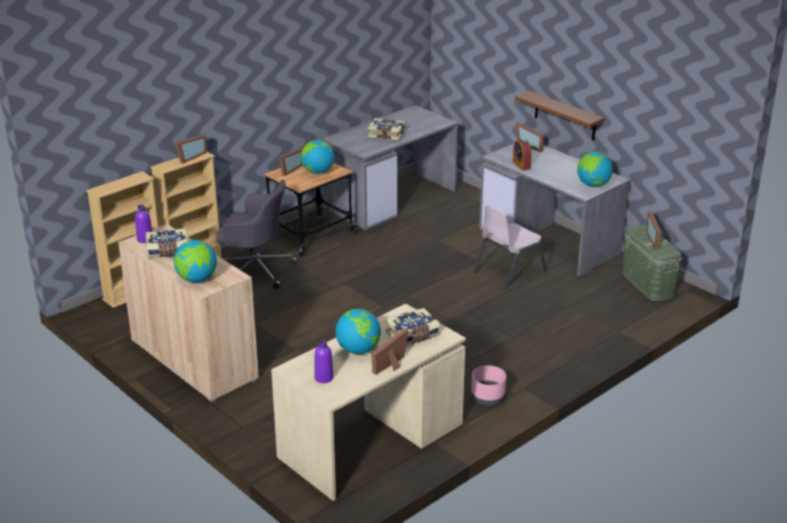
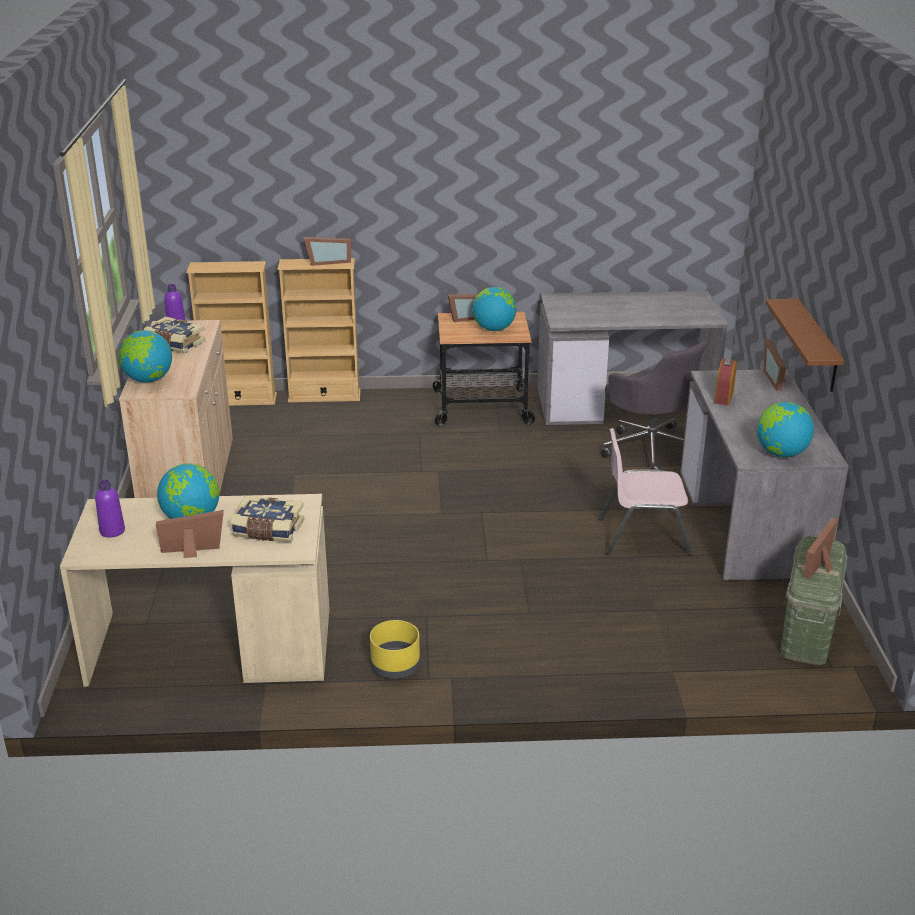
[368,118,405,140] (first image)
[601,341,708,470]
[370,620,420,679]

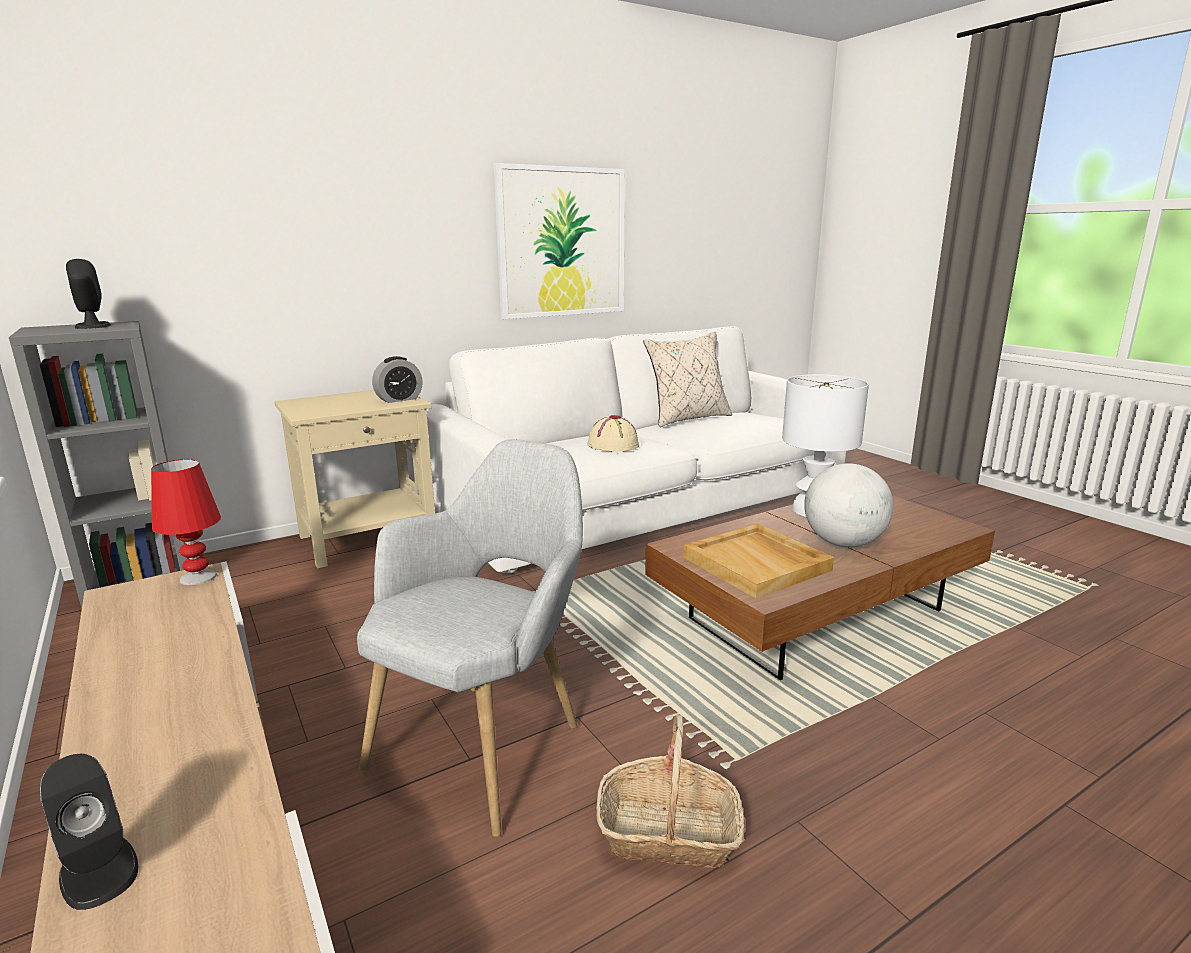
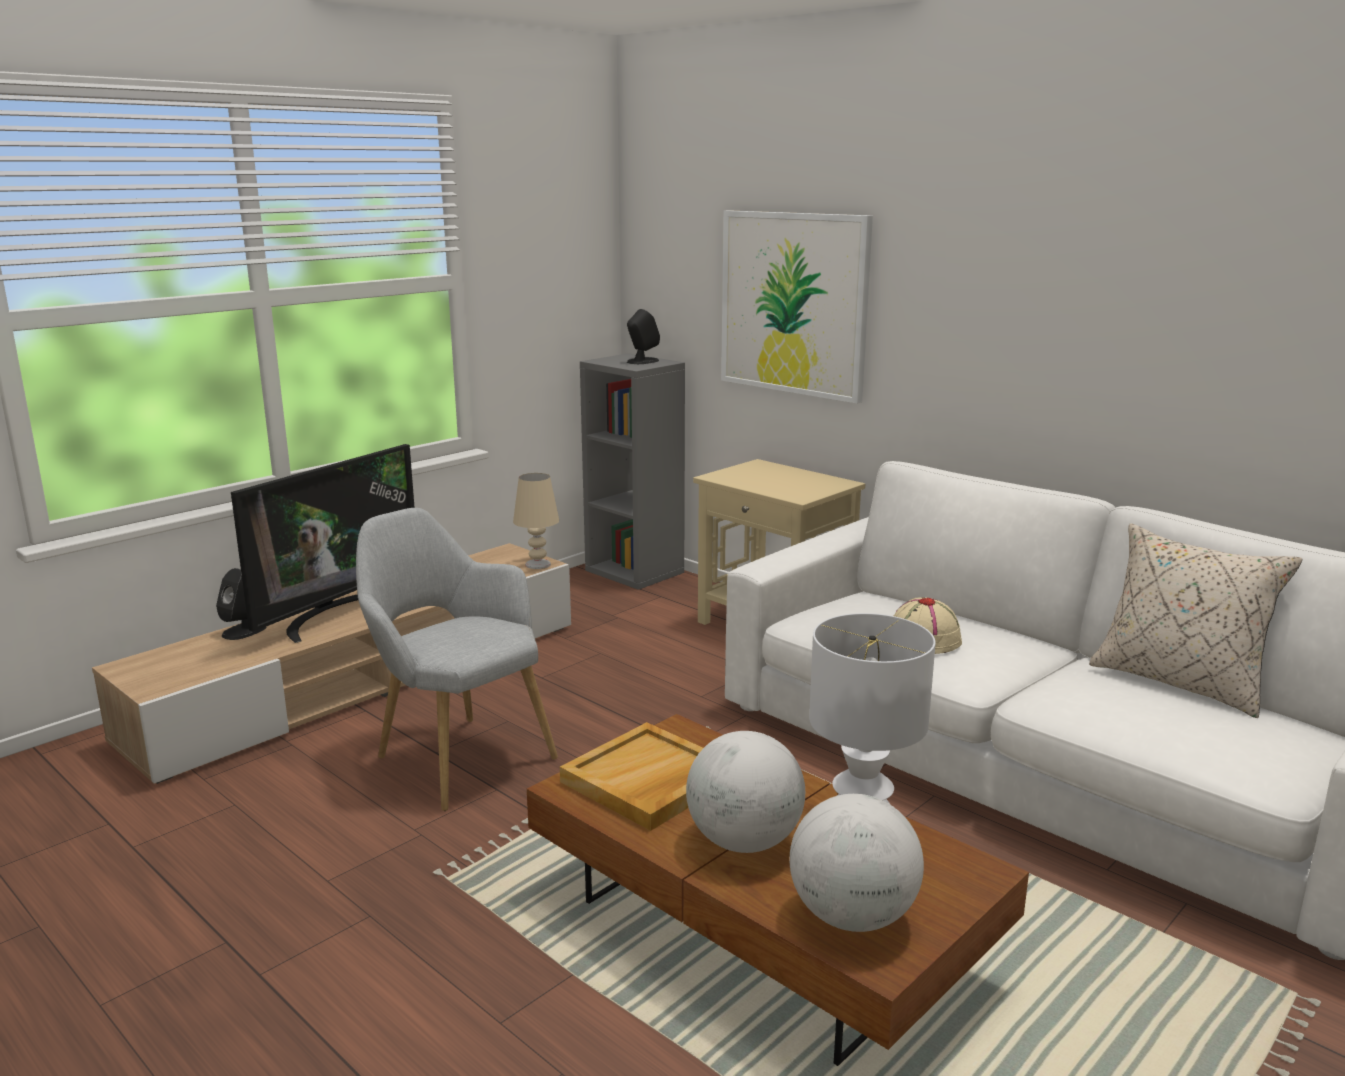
[372,356,423,403] (first image)
[597,714,745,868] (first image)
[231,444,415,643]
[789,794,924,932]
[721,210,873,404]
[513,473,559,569]
[356,508,558,811]

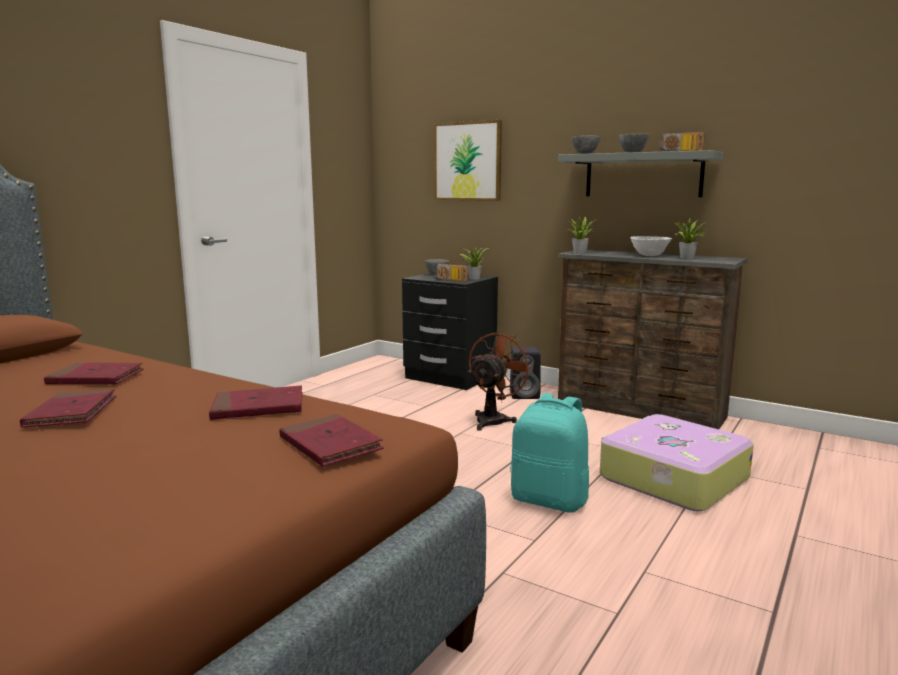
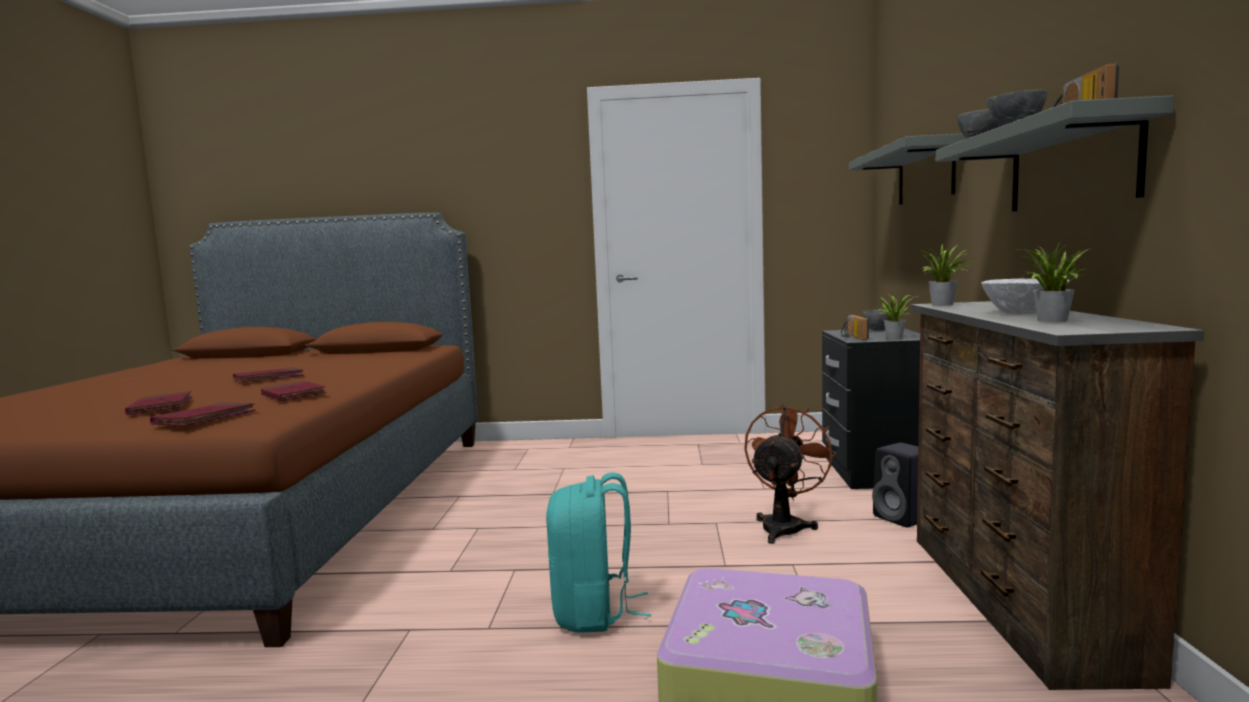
[125,391,192,415]
[849,134,965,205]
[744,404,836,544]

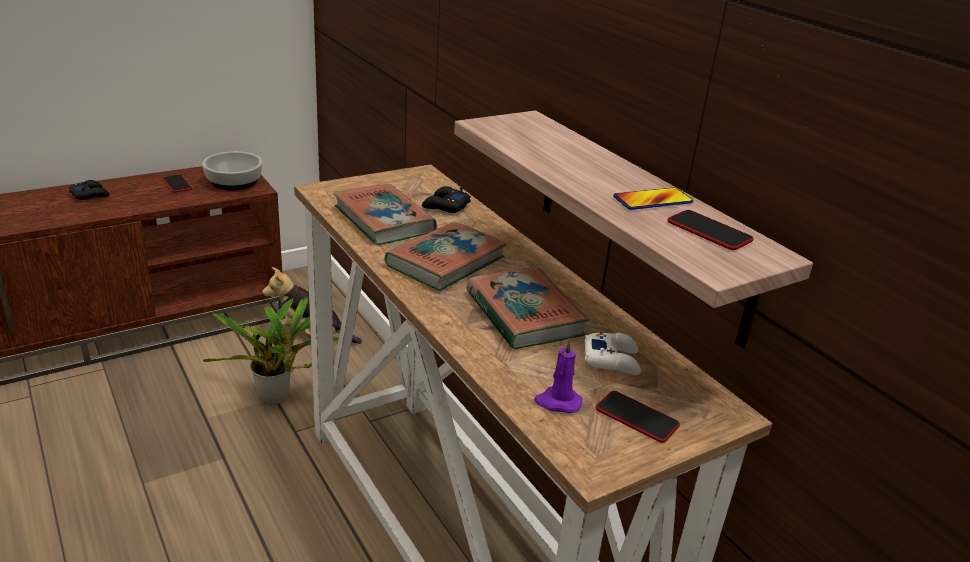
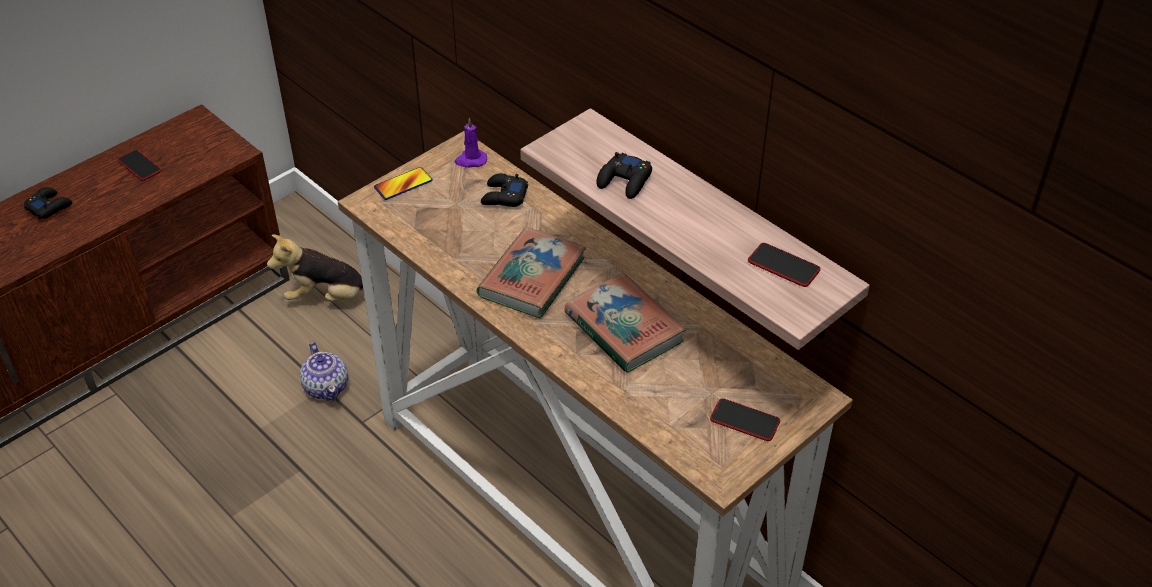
[202,152,263,191] (first image)
[333,184,437,245] (first image)
[585,332,641,375] (first image)
[596,152,652,199]
[455,118,487,168]
[374,167,433,200]
[300,342,348,401]

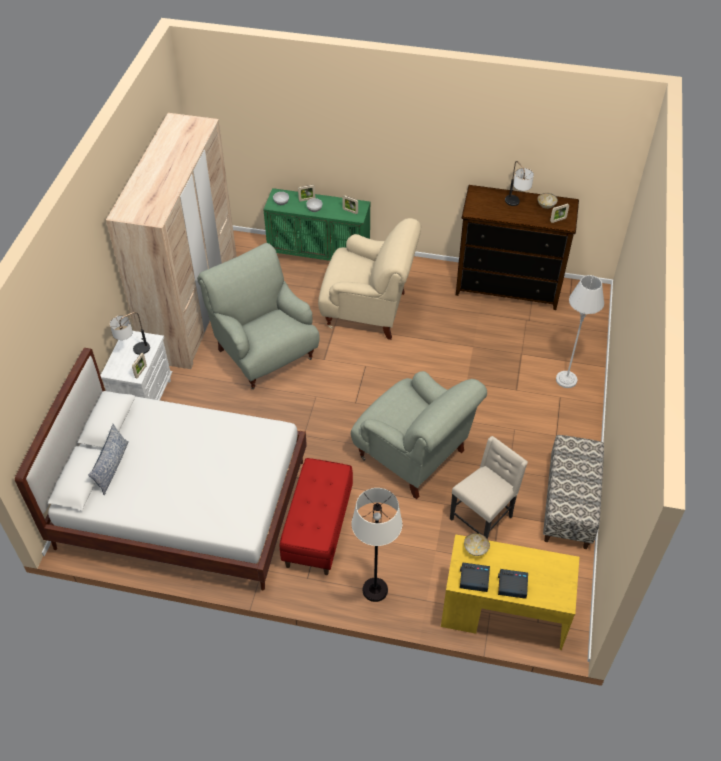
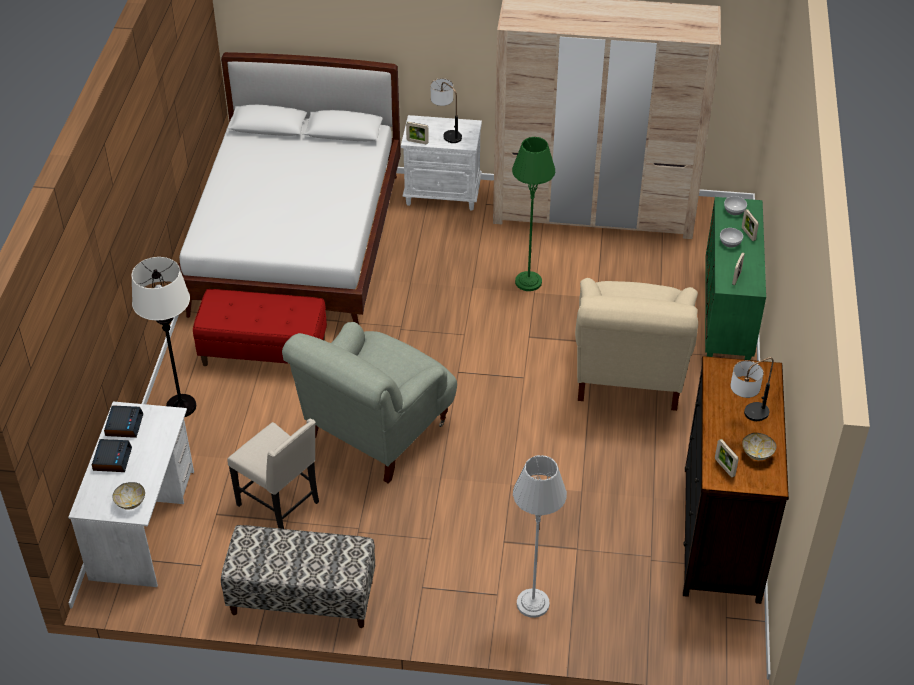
[88,424,129,495] (first image)
[112,482,145,509]
[512,137,556,291]
[68,401,194,587]

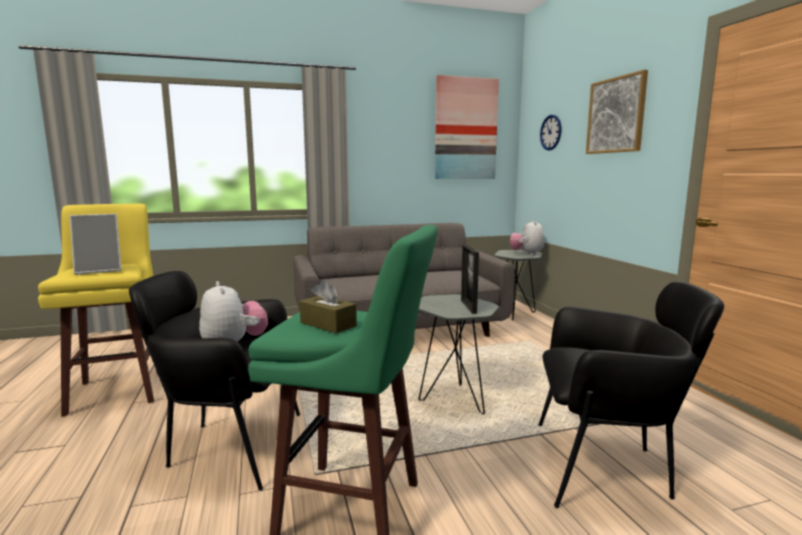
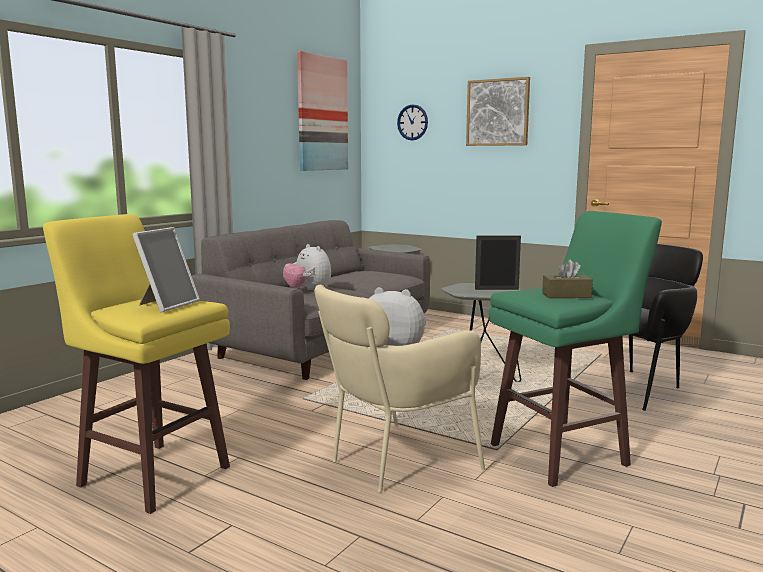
[283,244,331,291]
[314,285,486,493]
[475,235,521,290]

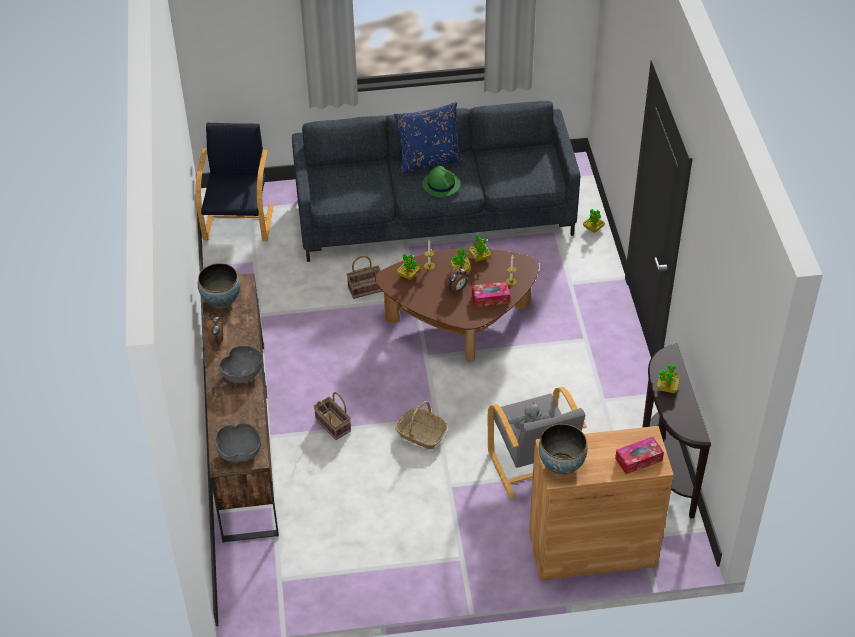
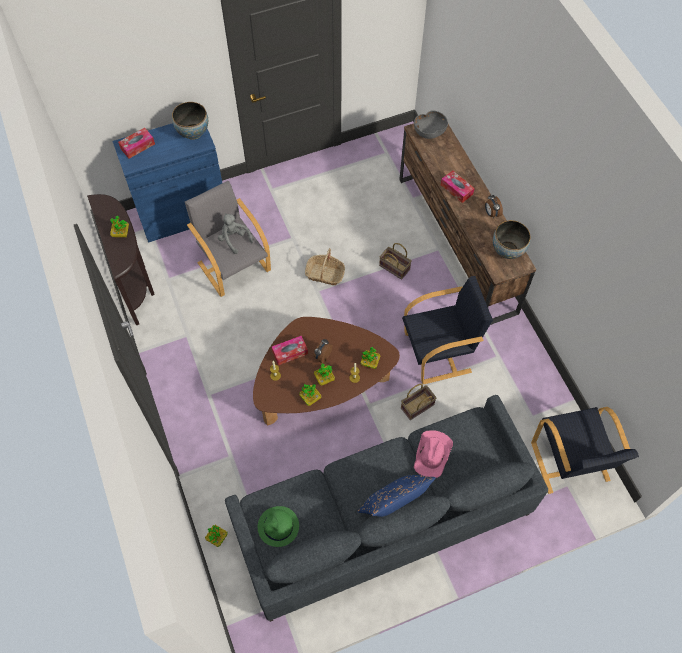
[402,276,493,384]
[414,430,453,478]
[258,506,299,547]
[441,170,475,203]
[112,123,222,243]

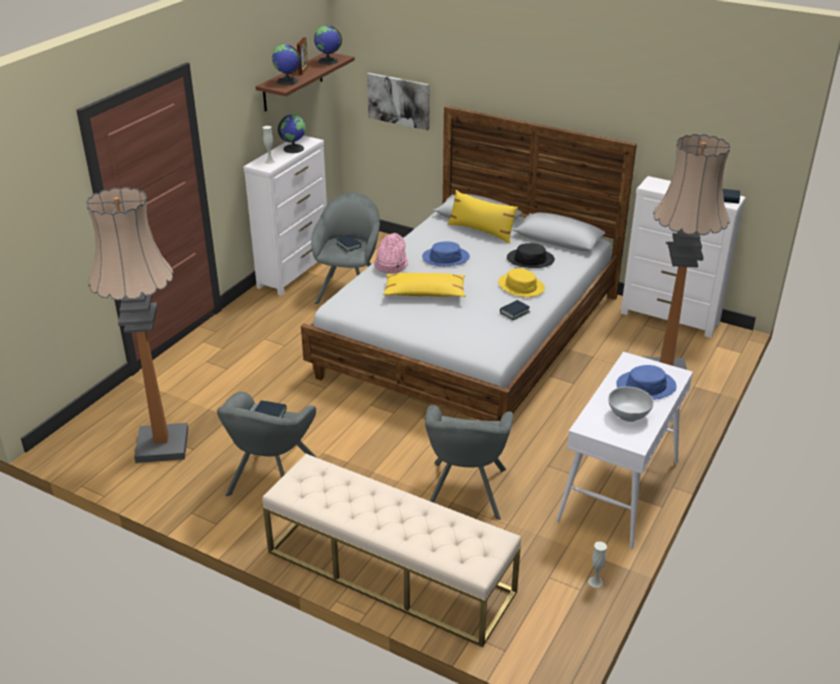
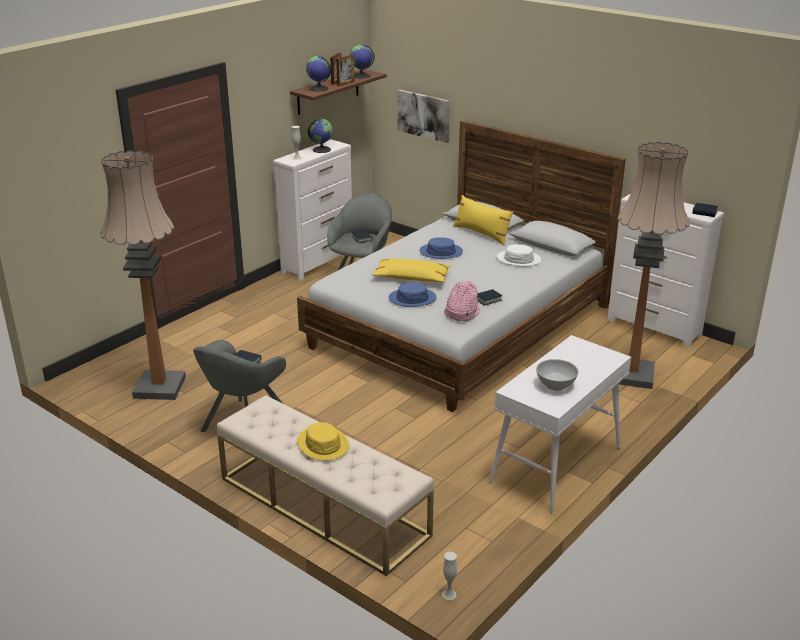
[425,405,513,520] (first image)
[336,55,354,86]
[444,280,480,321]
[297,422,349,461]
[442,552,457,600]
[389,282,437,307]
[497,244,541,266]

